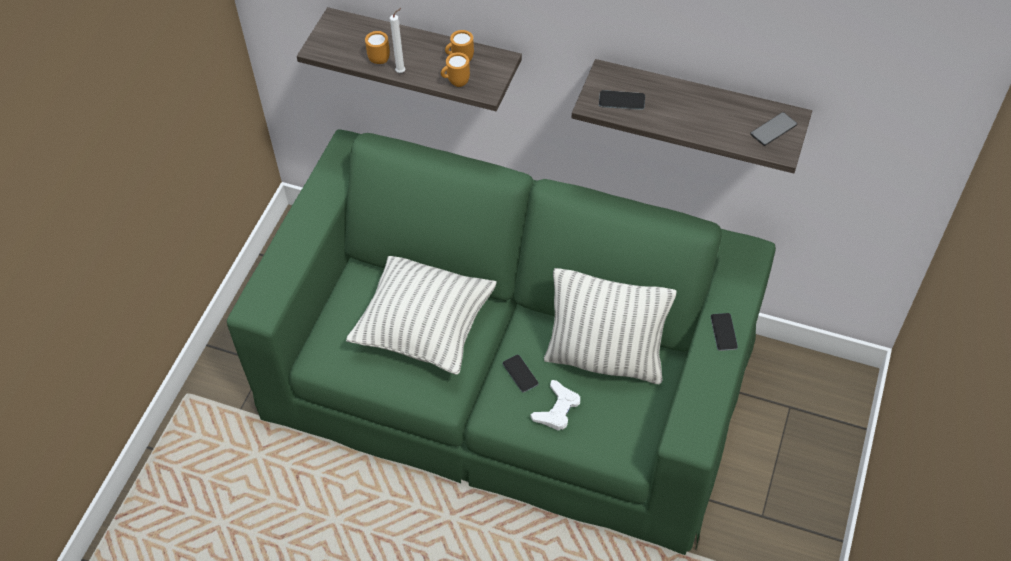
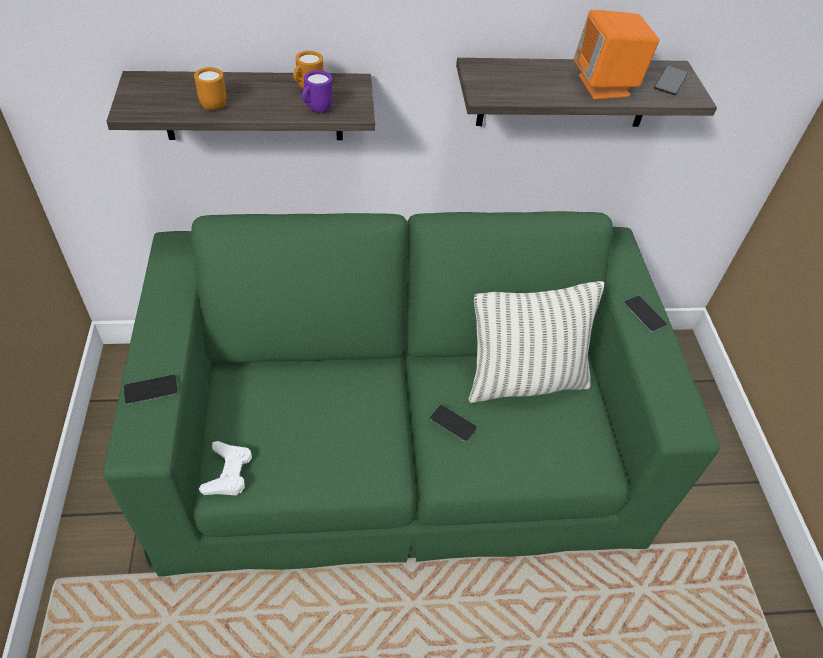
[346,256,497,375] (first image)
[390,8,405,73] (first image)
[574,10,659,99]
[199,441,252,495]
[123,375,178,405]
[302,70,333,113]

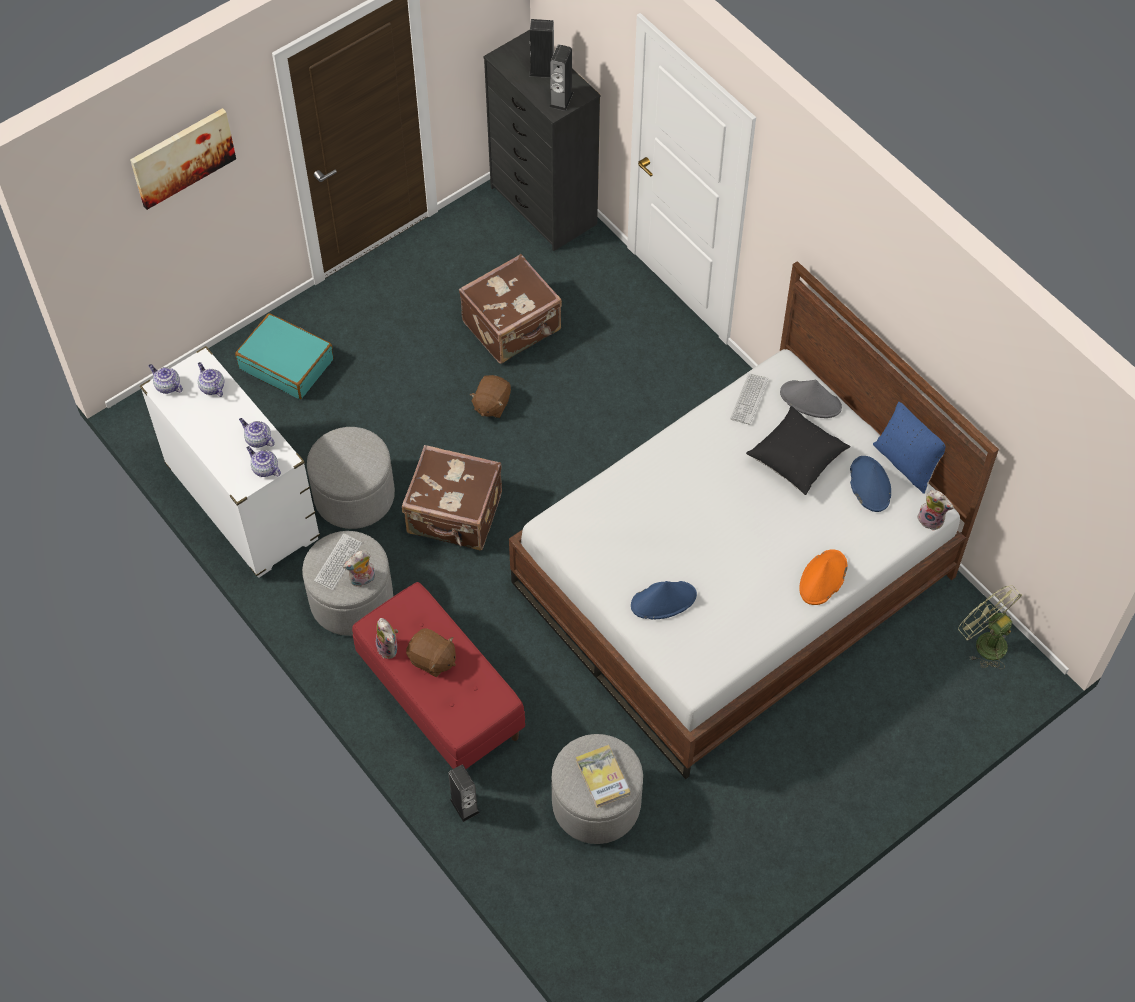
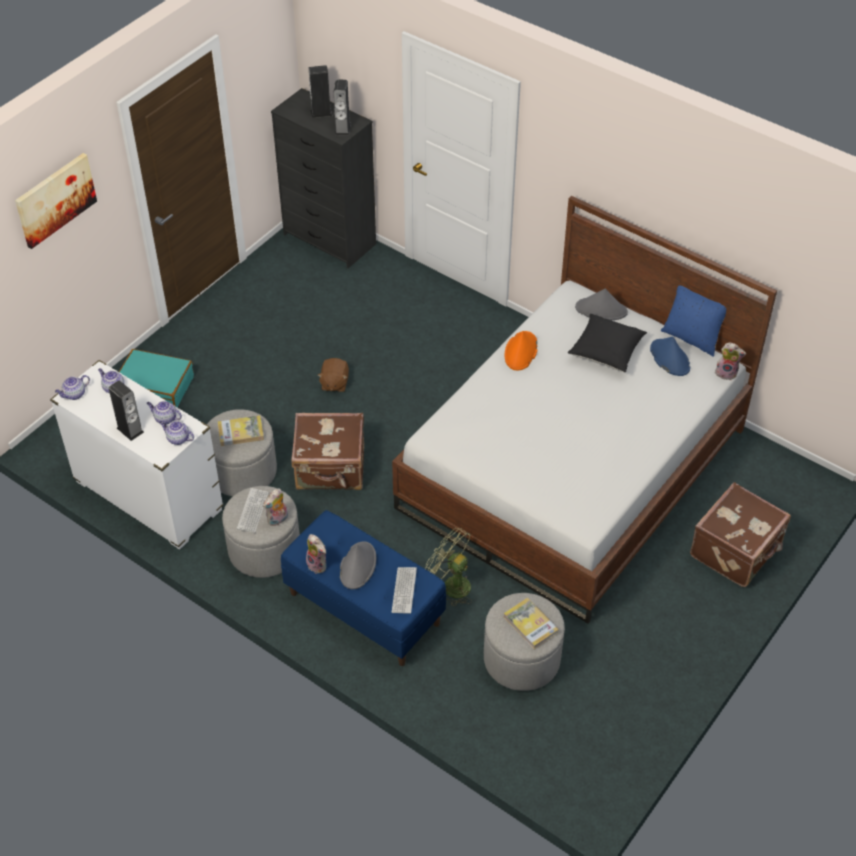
[631,581,697,619] (first image)
[217,415,264,446]
[109,380,144,441]
[690,482,791,587]
[391,567,417,614]
[504,331,538,370]
[425,528,472,606]
[340,541,376,589]
[281,510,446,666]
[55,375,90,400]

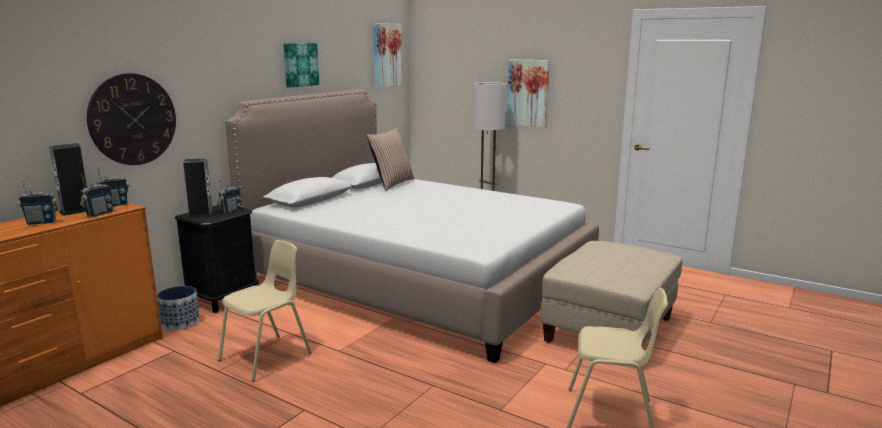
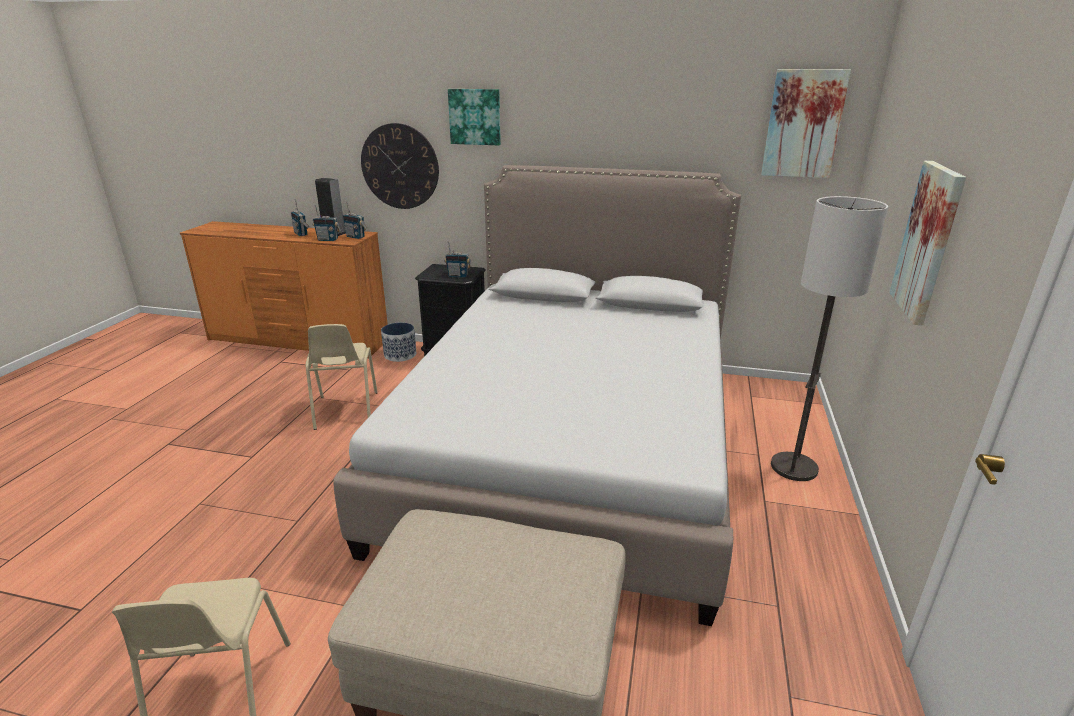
[183,159,214,217] (first image)
[366,127,415,191] (first image)
[448,89,501,146]
[306,324,378,430]

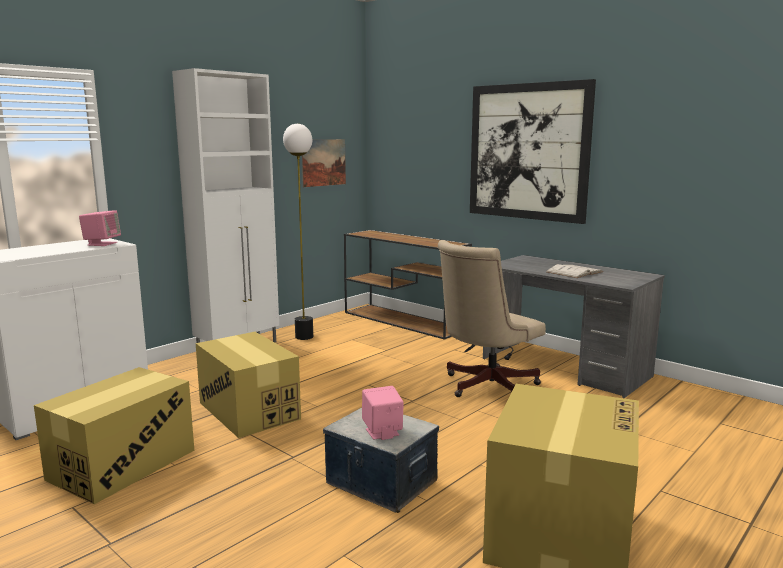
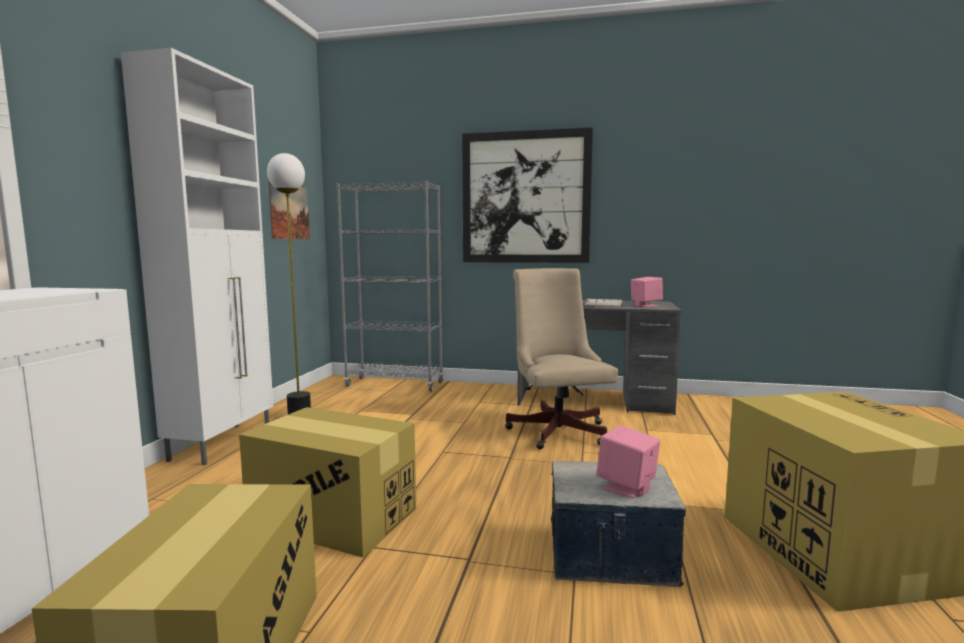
[631,277,663,307]
[337,181,443,392]
[505,268,618,449]

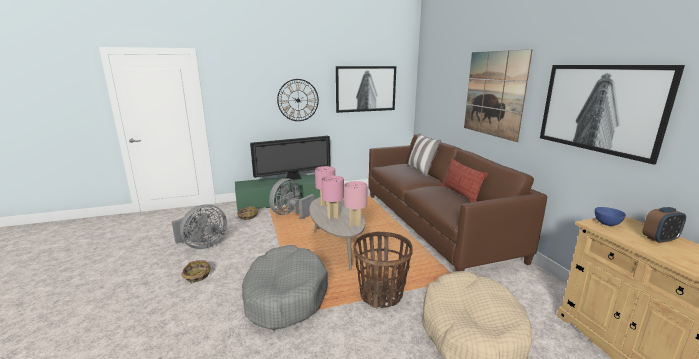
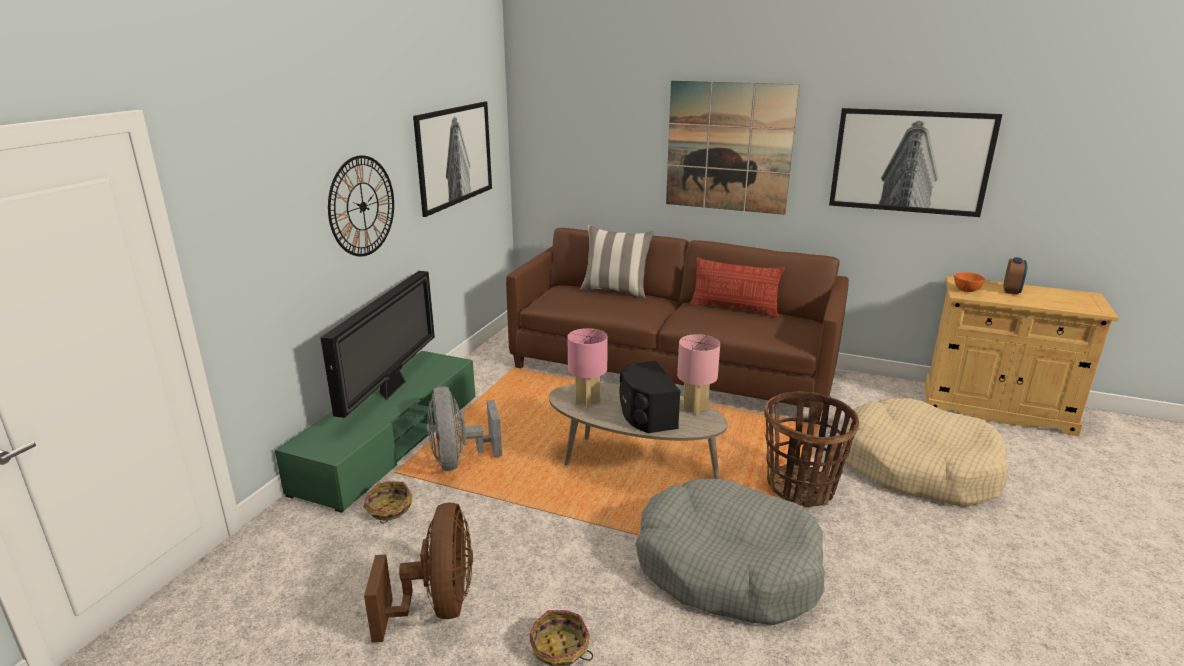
[619,361,680,433]
[364,502,473,643]
[954,272,985,292]

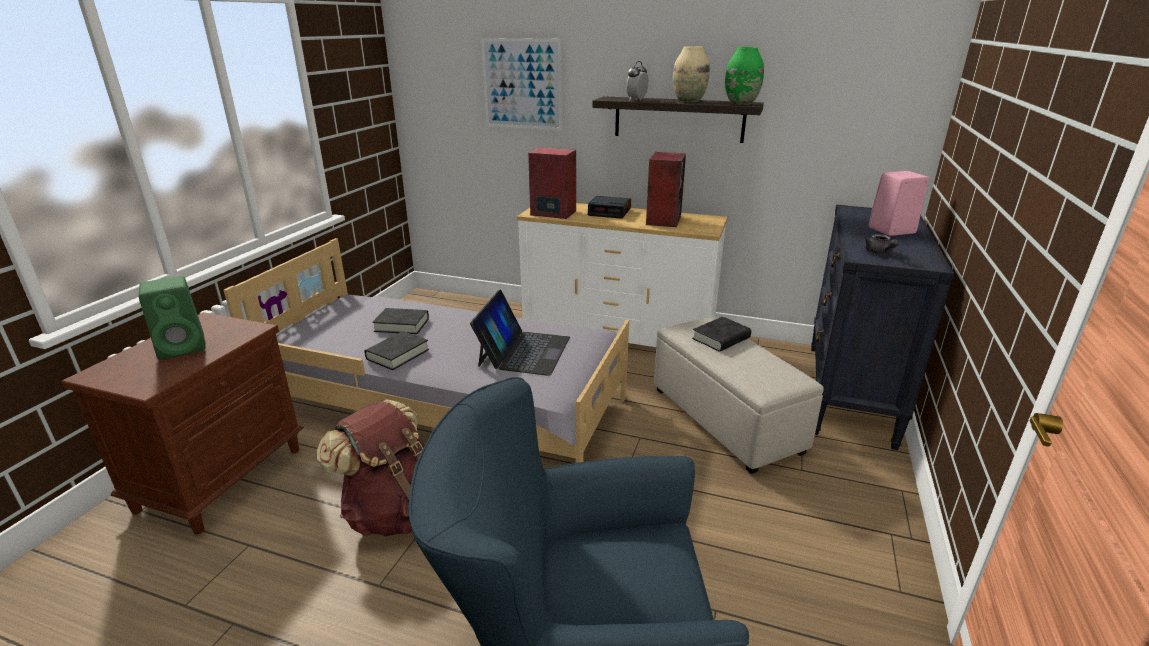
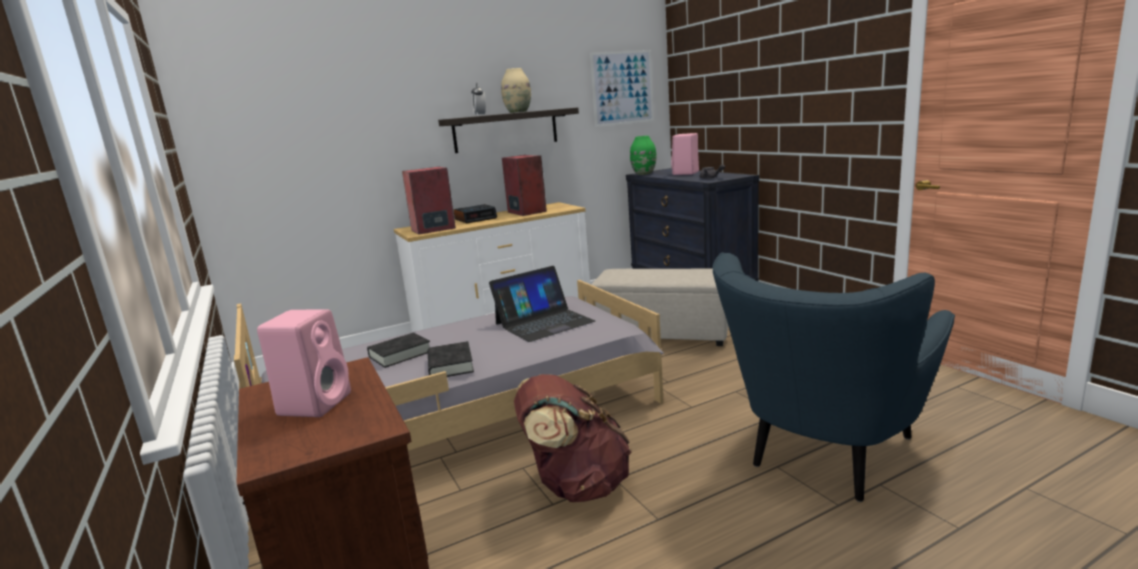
[692,317,751,352] (first image)
[590,50,654,127]
[630,136,657,175]
[257,309,351,417]
[489,266,595,342]

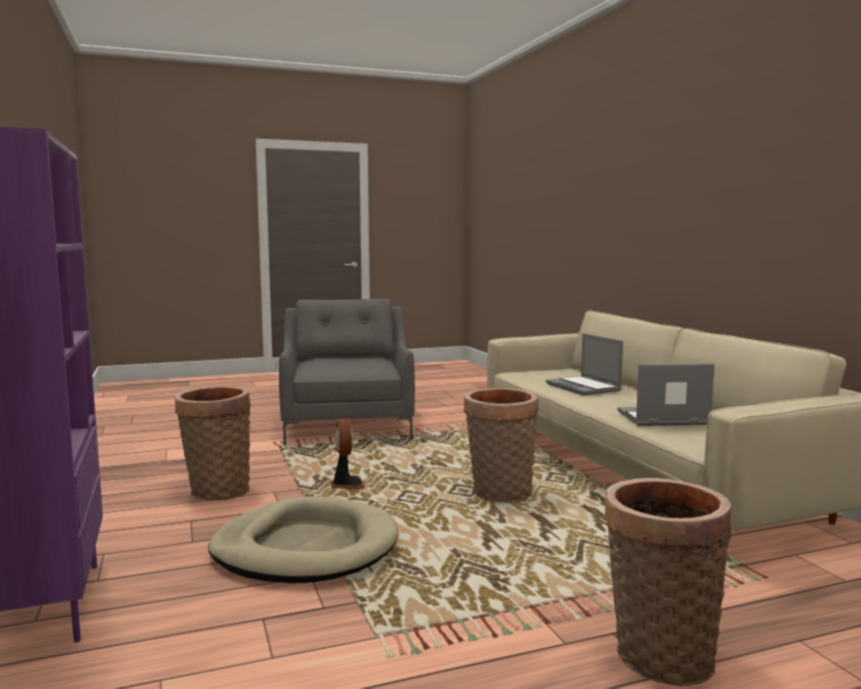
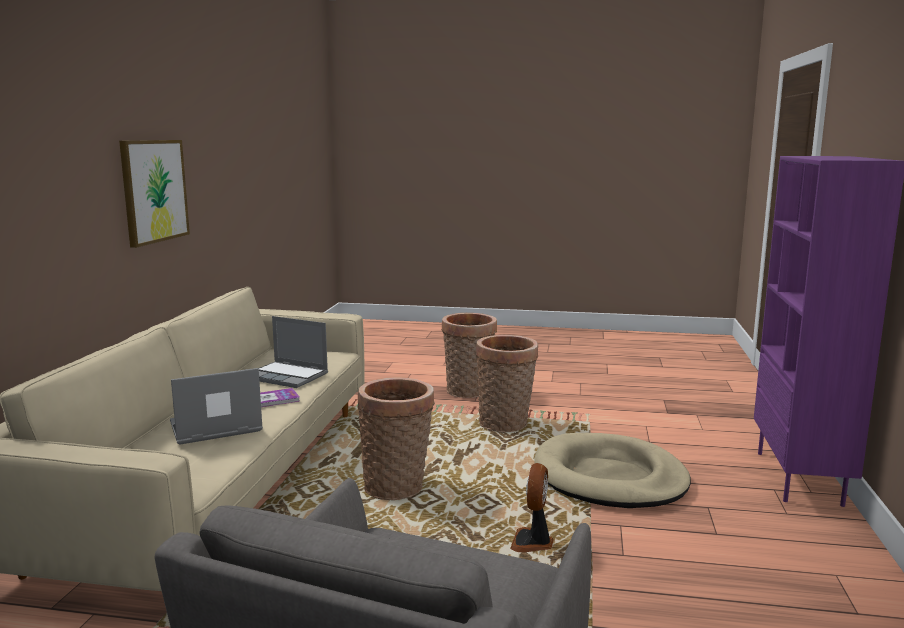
[119,140,190,248]
[260,388,300,407]
[476,335,538,432]
[170,368,263,445]

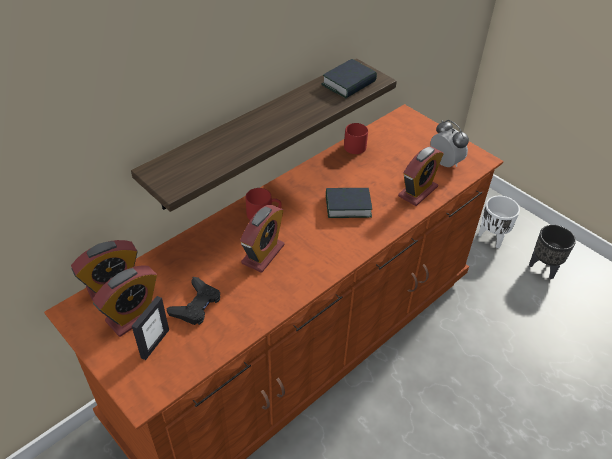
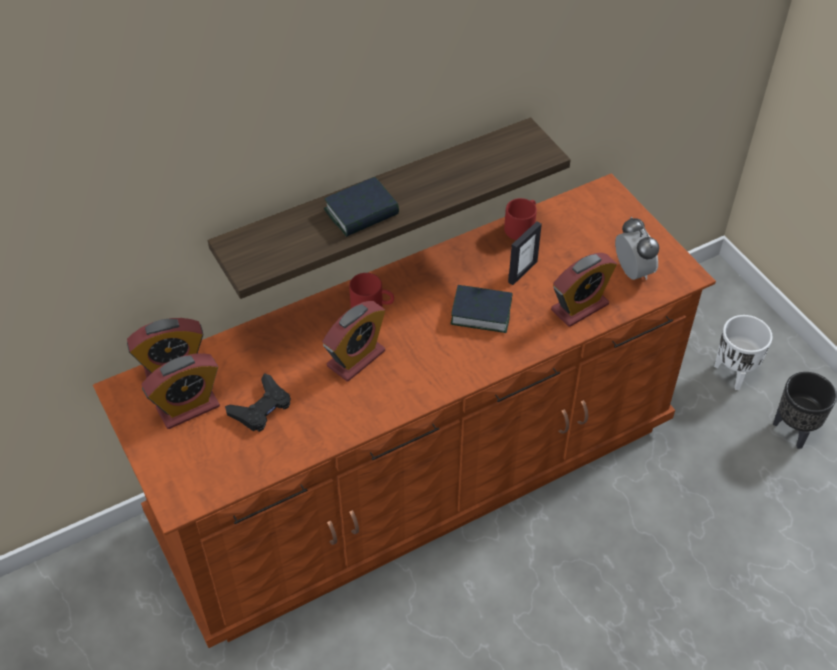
[508,222,542,285]
[324,177,399,237]

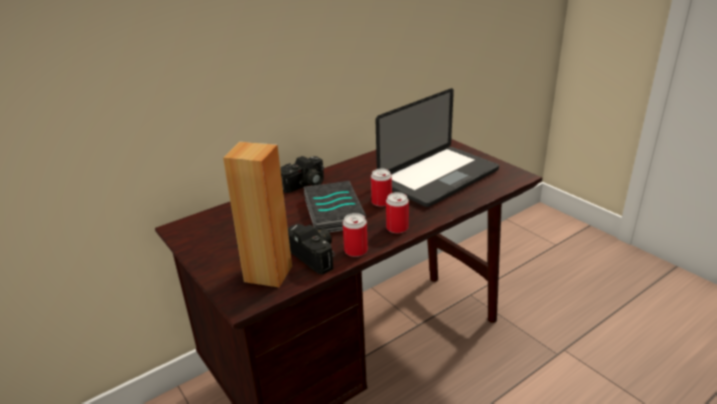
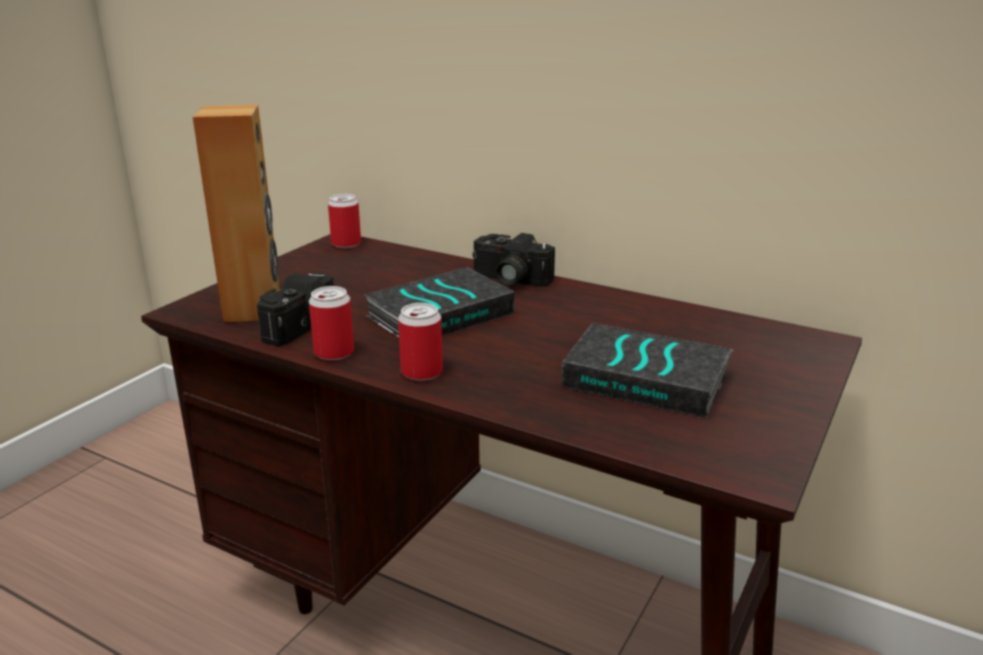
[328,194,361,248]
[562,323,733,418]

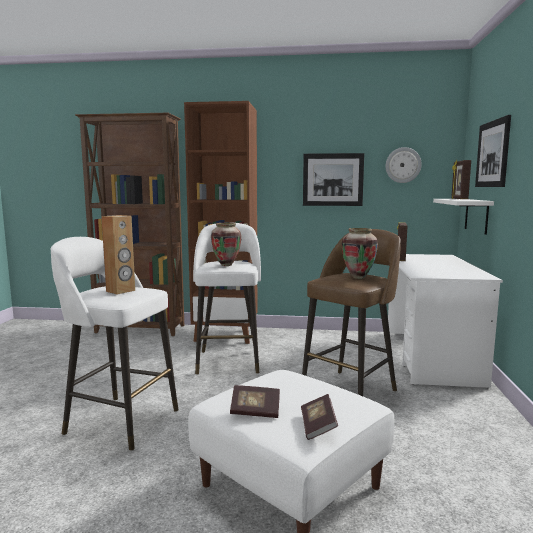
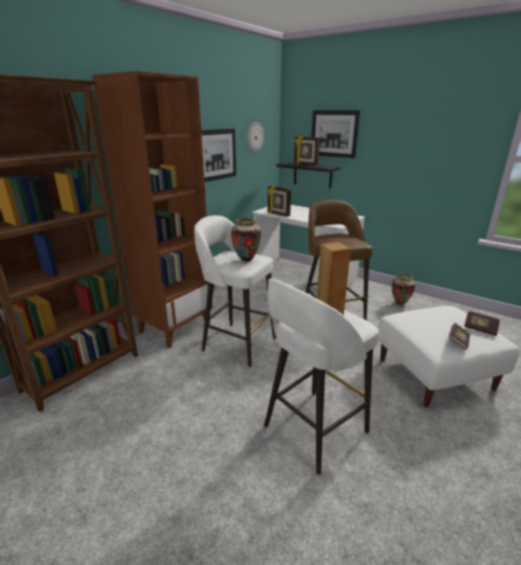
[392,273,415,305]
[277,162,340,188]

